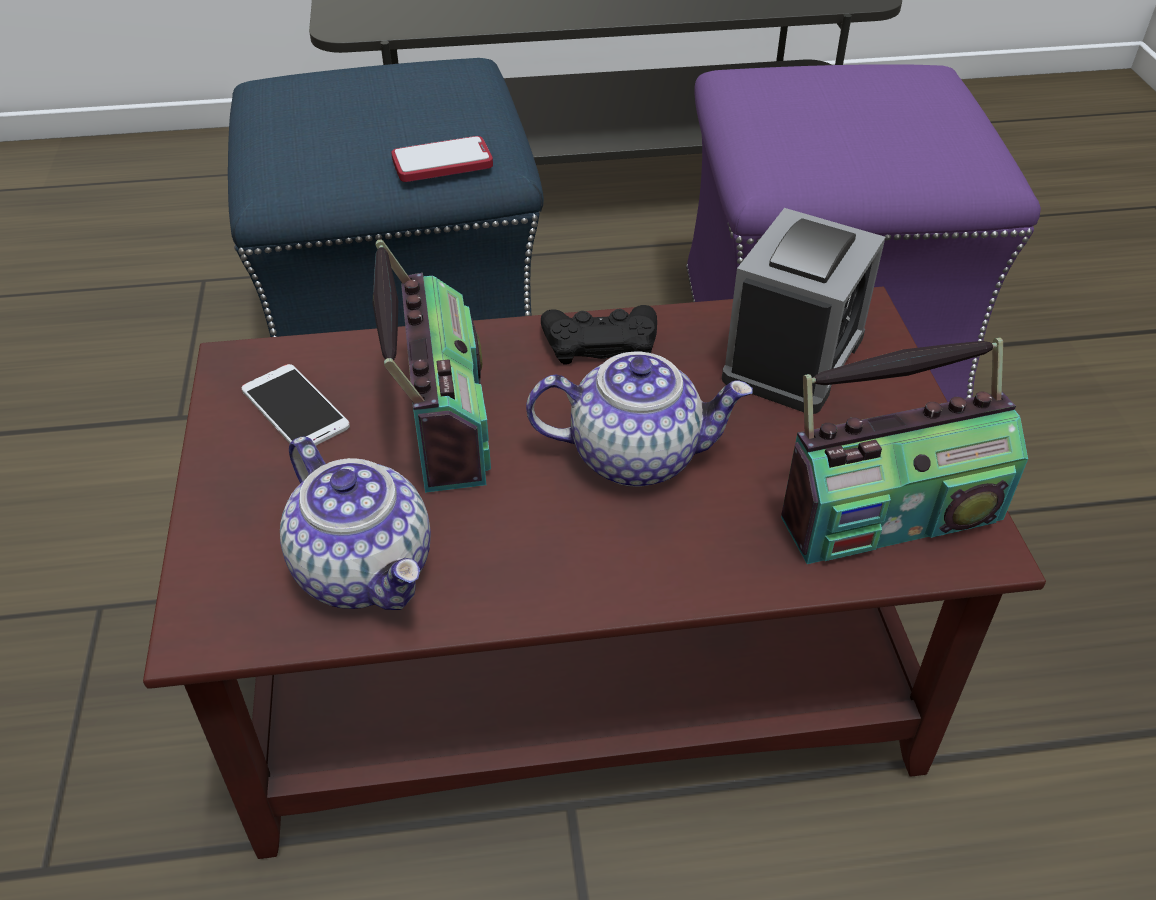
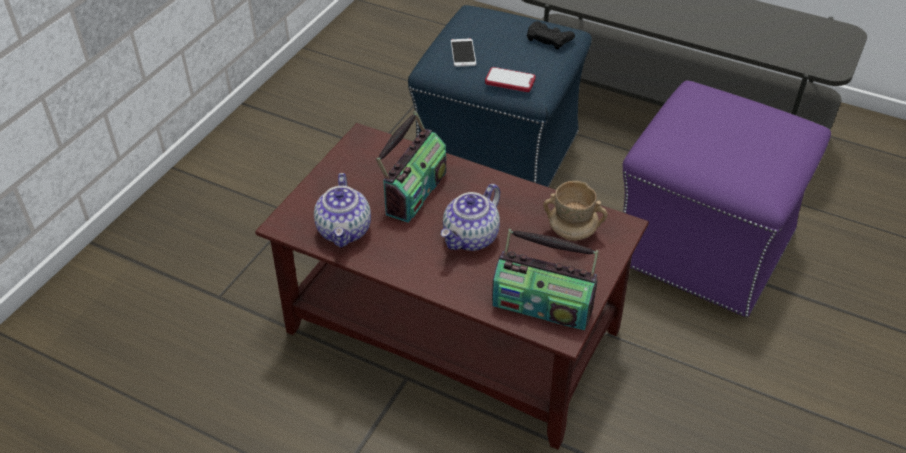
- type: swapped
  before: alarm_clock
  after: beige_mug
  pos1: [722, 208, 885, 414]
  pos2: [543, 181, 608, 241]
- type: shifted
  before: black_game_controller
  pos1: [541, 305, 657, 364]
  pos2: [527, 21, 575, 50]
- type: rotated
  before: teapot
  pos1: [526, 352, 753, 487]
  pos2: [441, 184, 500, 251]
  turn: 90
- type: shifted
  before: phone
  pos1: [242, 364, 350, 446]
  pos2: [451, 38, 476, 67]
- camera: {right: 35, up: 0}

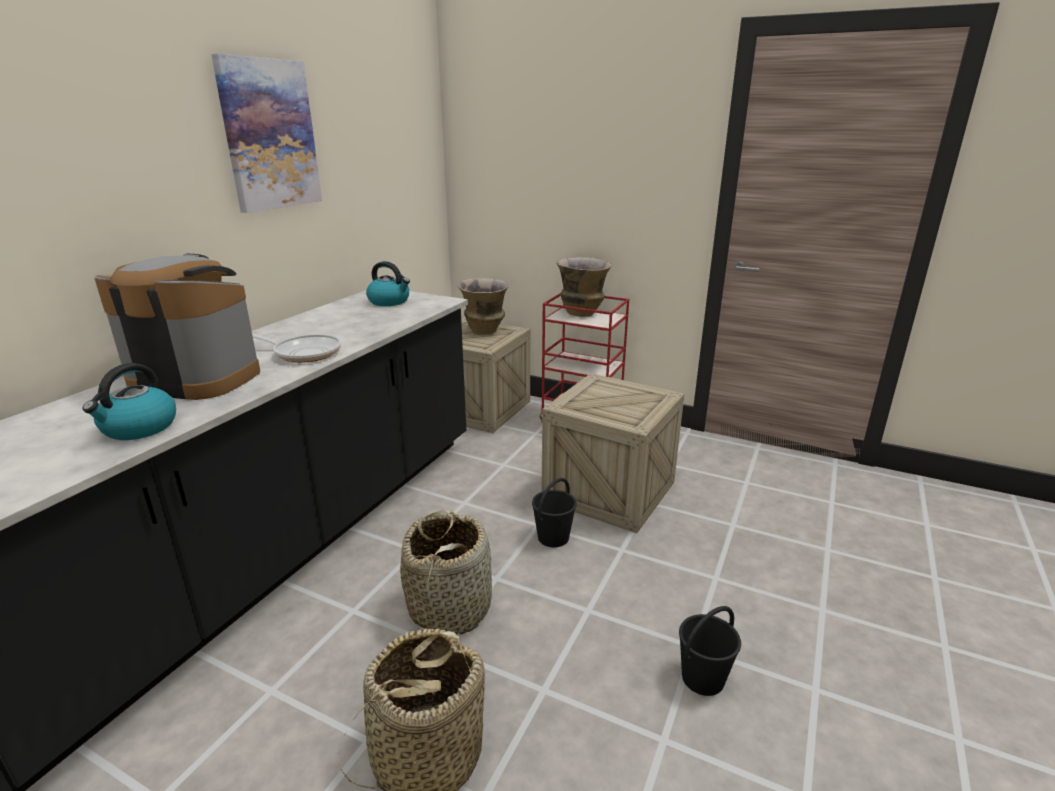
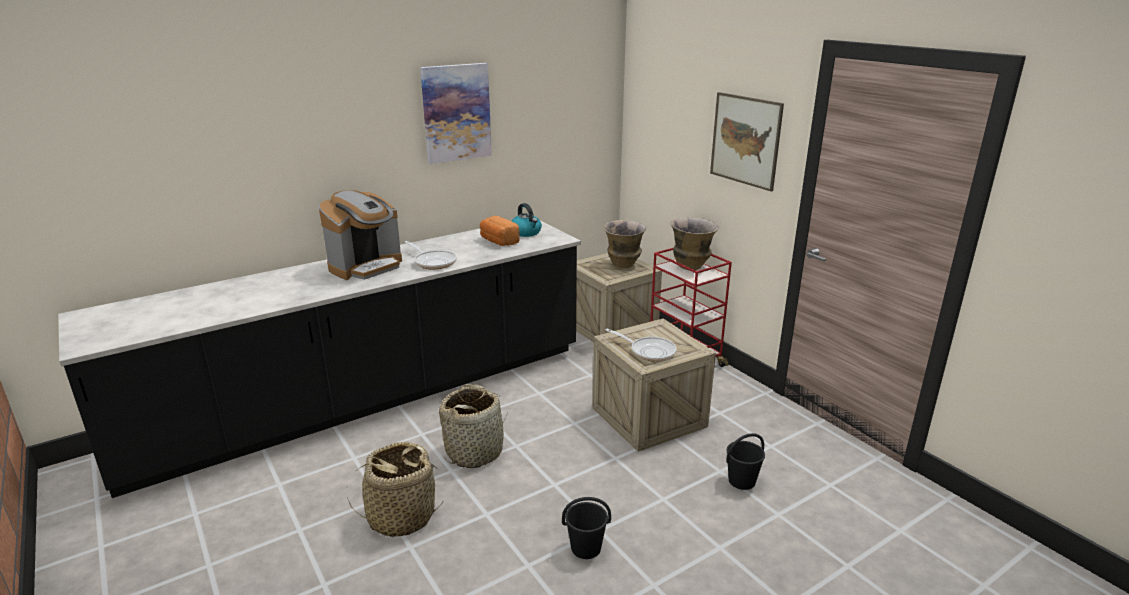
- type: rotated
  before: coffee_machine
  pos1: [94, 254, 260, 400]
  pos2: [319, 190, 402, 280]
  turn: 90
- type: gone
  before: kettle
  pos1: [83, 363, 176, 440]
- type: shifted
  before: black_bucket
  pos1: [532, 478, 577, 547]
  pos2: [726, 433, 765, 490]
- type: new
  after: picture
  pos2: [710, 92, 784, 192]
- type: new
  after: bread
  pos2: [480, 216, 520, 246]
- type: new
  after: frying_pan
  pos2: [606, 329, 677, 362]
- camera: {right: 30, up: 0}

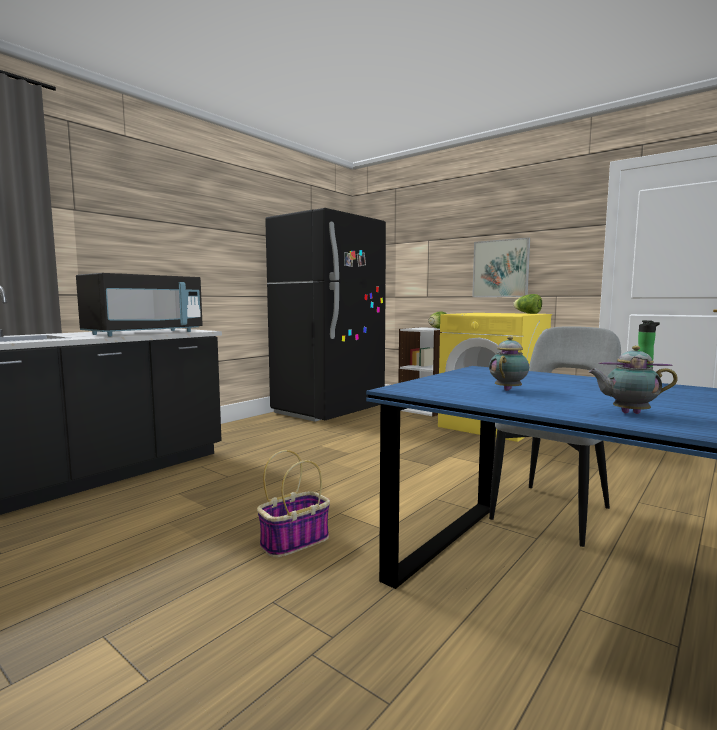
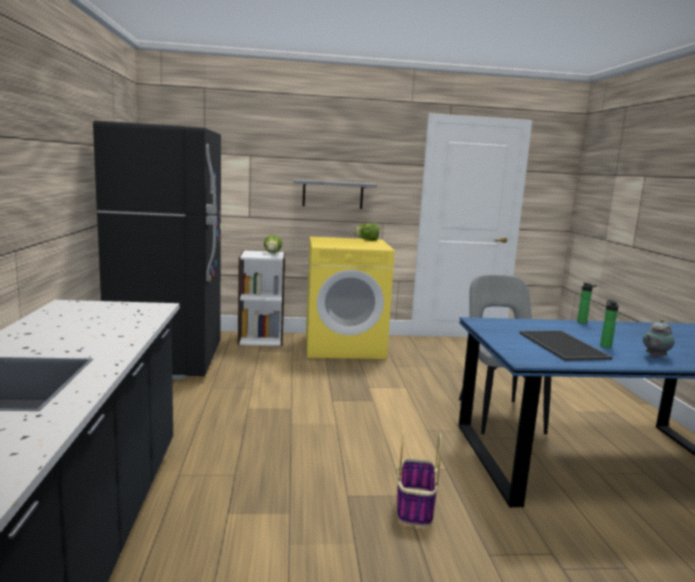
- type: swapped
  before: picture
  after: grey_shelf
  pos1: [472, 237, 530, 297]
  pos2: [293, 179, 377, 209]
- type: gone
  before: black_microwave
  pos1: [76, 273, 203, 336]
- type: swapped
  before: teapot
  after: tray
  pos1: [489, 336, 529, 391]
  pos2: [519, 331, 612, 361]
- type: new
  after: bottle
  pos2: [600, 300, 619, 348]
- camera: {right: -45, up: 5}

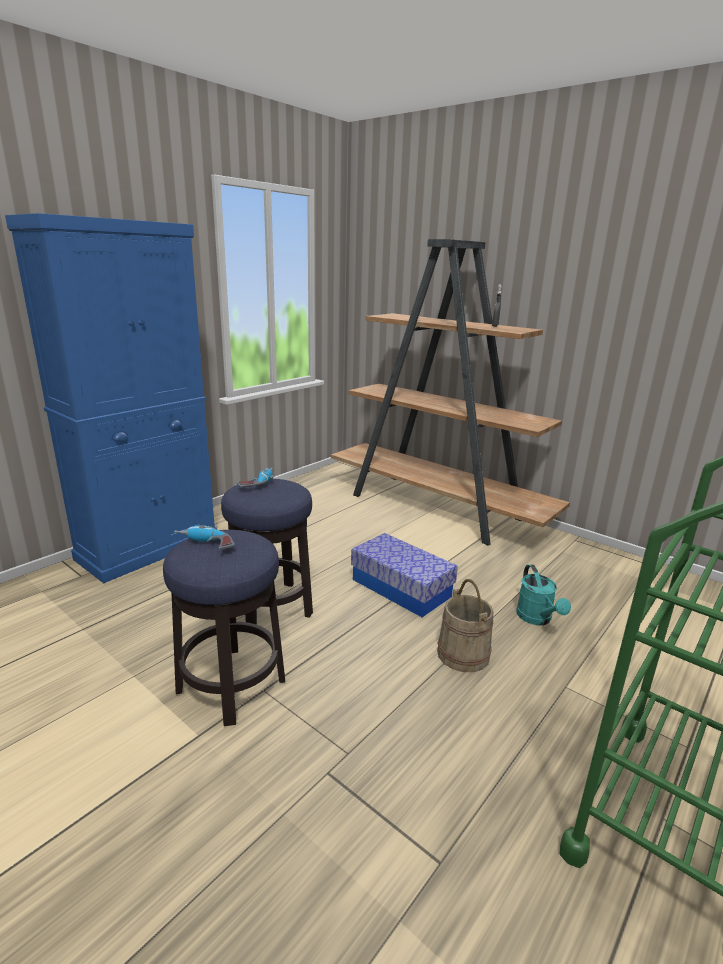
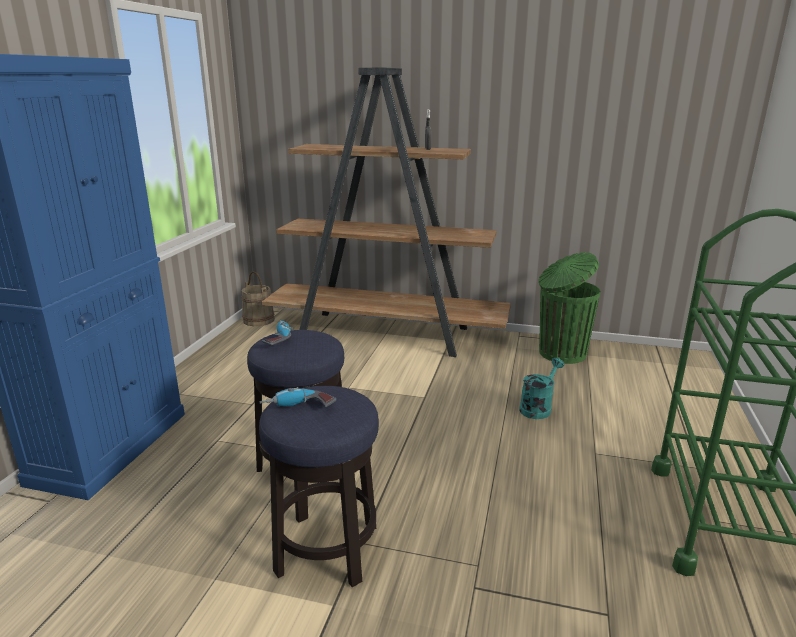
- type: gone
  before: storage_box
  pos1: [351, 533, 458, 617]
- type: rotated
  before: turquoise_watering_can
  pos1: [516, 565, 571, 625]
  pos2: [519, 358, 564, 419]
  turn: -105
- type: shifted
  before: beige_bucket
  pos1: [437, 579, 494, 672]
  pos2: [241, 271, 275, 326]
- type: new
  after: green_trash_can
  pos2: [538, 252, 601, 364]
- camera: {right: -25, up: 0}

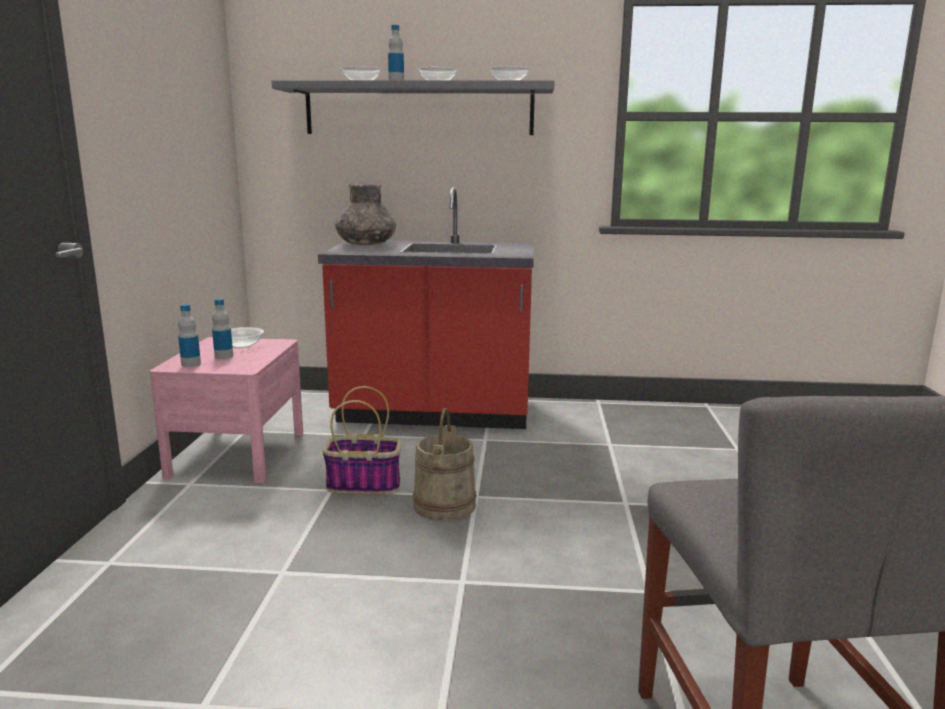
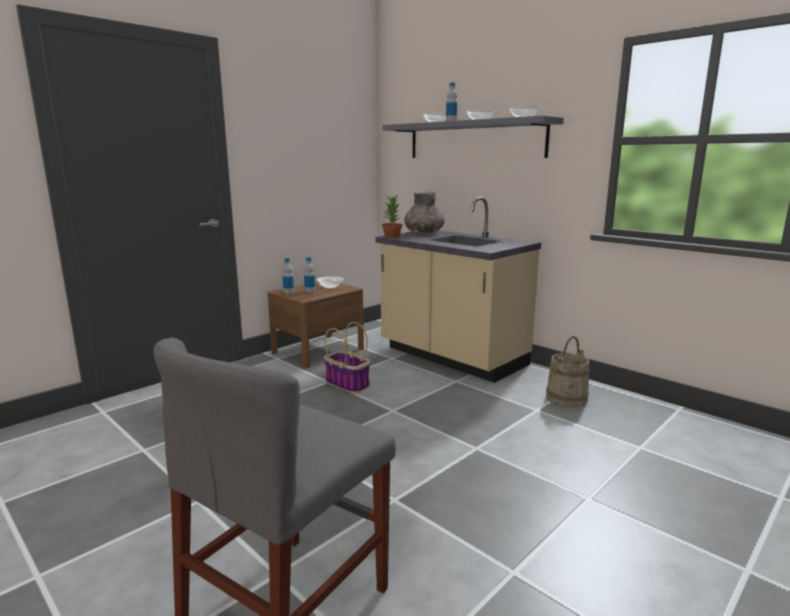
- type: repainted
  before: red_counter
  after: beige_counter
  pos1: [318, 187, 534, 429]
  pos2: [375, 197, 541, 383]
- type: repainted
  before: pink_nightstand
  after: brown_nightstand
  pos1: [150, 337, 303, 483]
  pos2: [267, 282, 364, 368]
- type: shifted
  before: beige_bucket
  pos1: [413, 408, 477, 521]
  pos2: [546, 336, 590, 407]
- type: new
  after: potted_plant
  pos2: [382, 195, 402, 238]
- camera: {right: 40, up: 0}

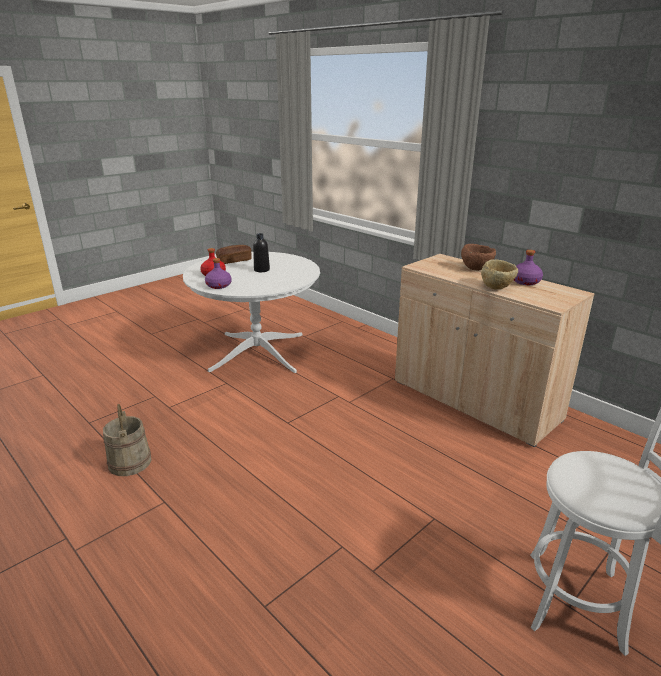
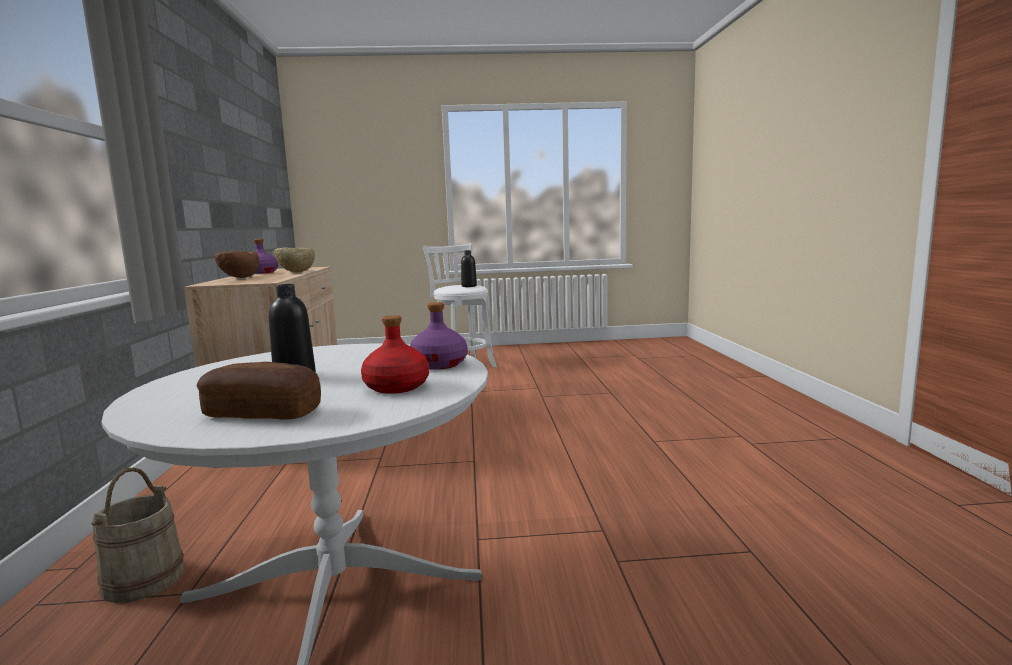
- type: shifted
  before: beige_bucket
  pos1: [103, 404, 152, 476]
  pos2: [91, 468, 185, 603]
- type: new
  after: black_bottle
  pos2: [461, 250, 477, 287]
- camera: {right: -140, up: -15}

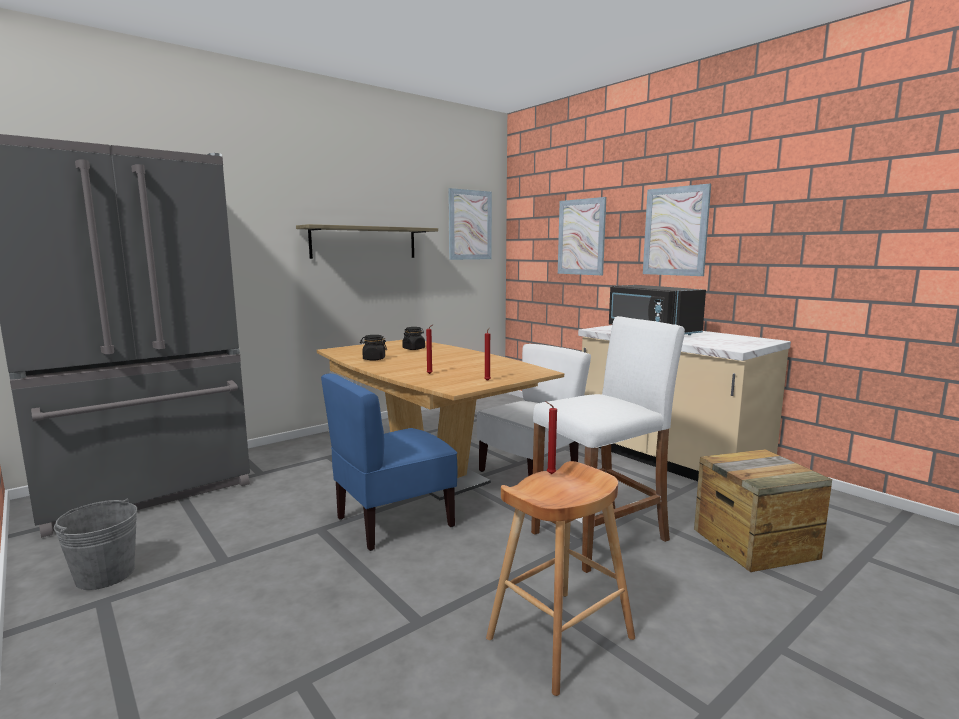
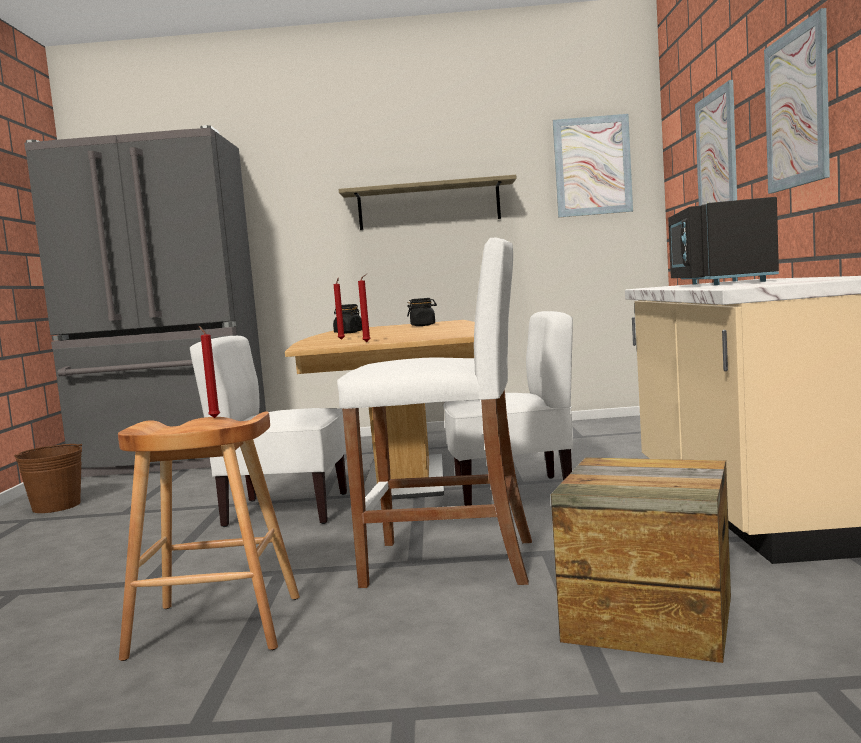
- type: repainted
  before: blue_chair
  after: white_chair
  pos1: [321, 373, 458, 551]
  pos2: [190, 336, 347, 527]
- type: repainted
  before: grey_bucket
  after: brown_bucket
  pos1: [54, 498, 137, 590]
  pos2: [14, 444, 82, 513]
- camera: {right: 40, up: -5}

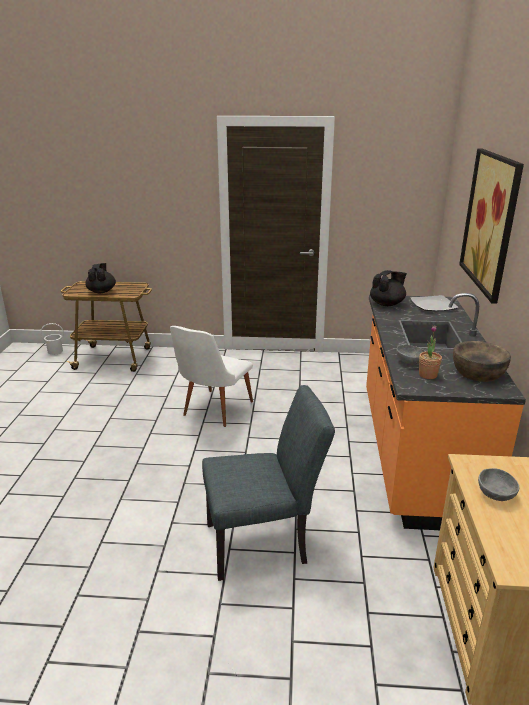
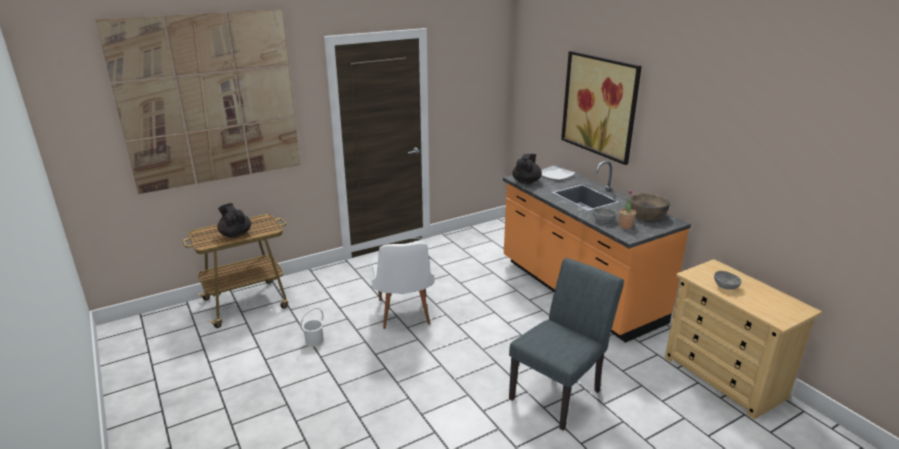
- type: shifted
  before: white_bucket
  pos1: [40, 323, 64, 355]
  pos2: [300, 308, 324, 347]
- type: new
  after: picture
  pos2: [96, 9, 300, 194]
- camera: {right: -35, up: 0}

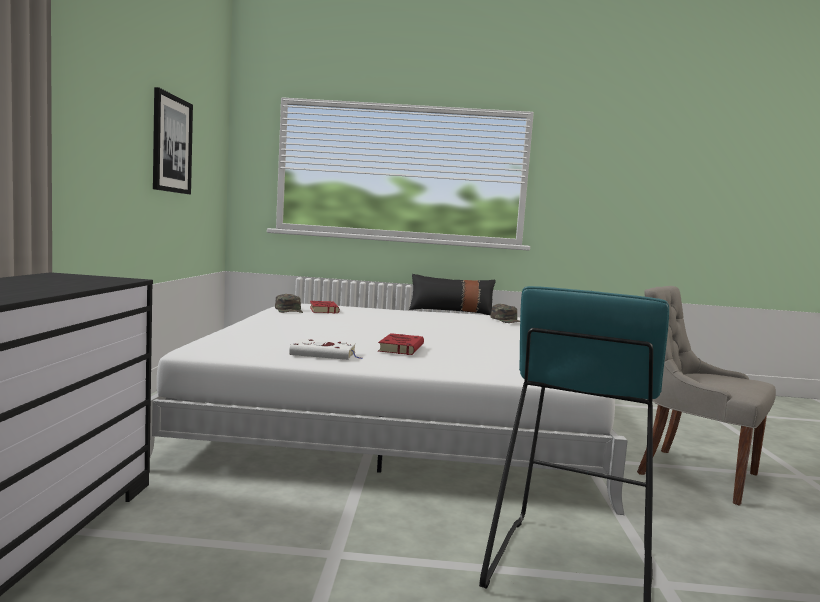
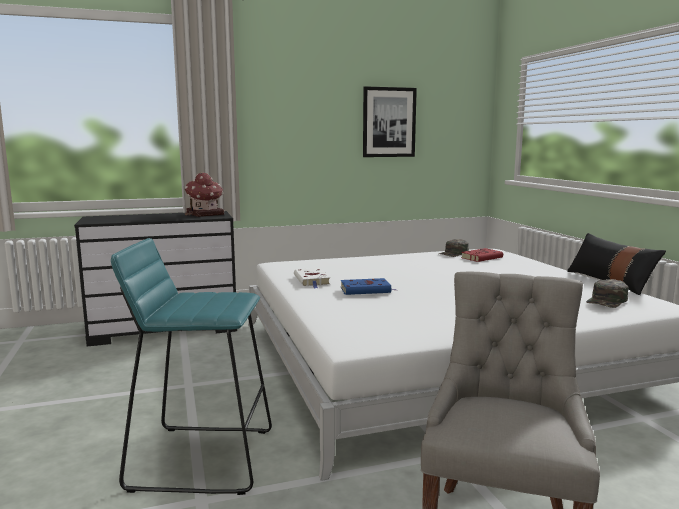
- type: repainted
  before: red_book
  after: blue_book
  pos1: [378, 333, 424, 355]
  pos2: [341, 278, 397, 295]
- type: new
  after: toy_house
  pos2: [185, 172, 224, 217]
- camera: {right: 70, up: 5}

